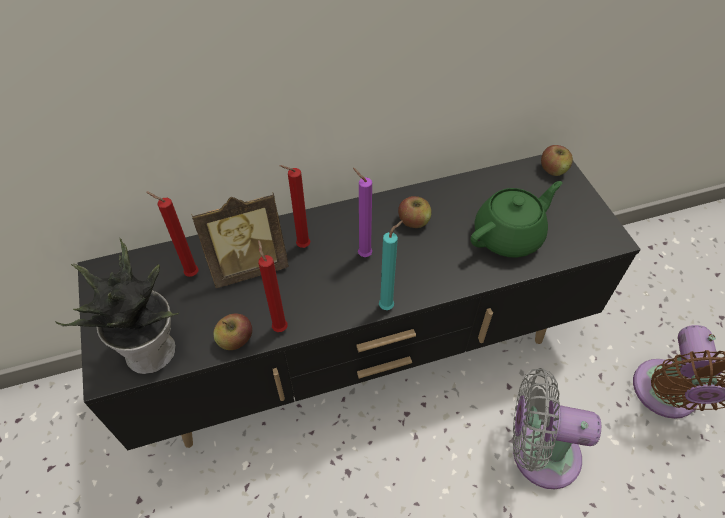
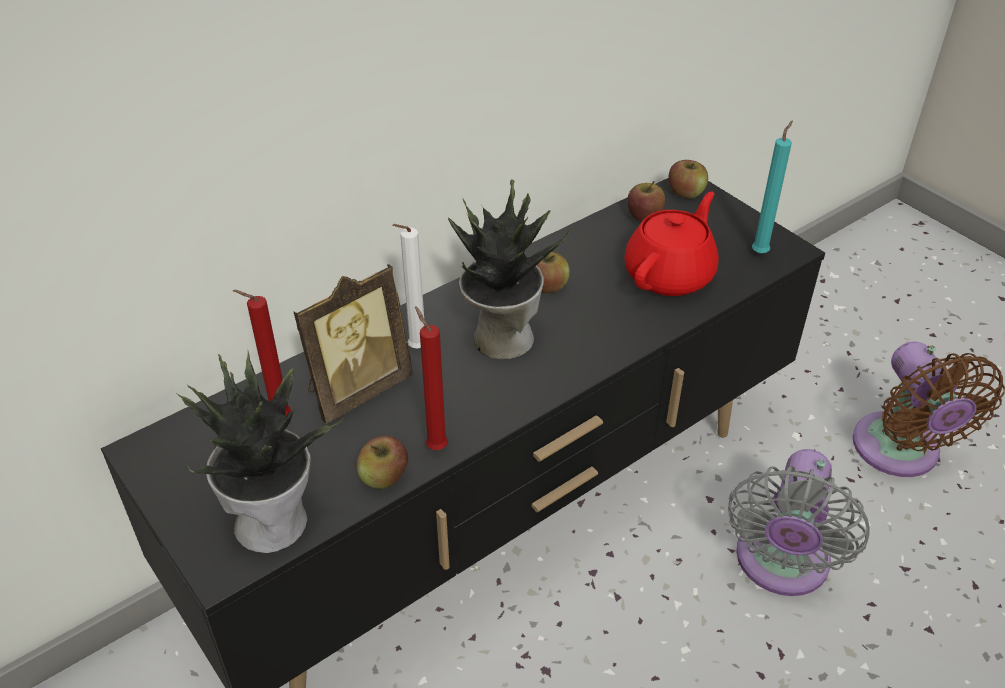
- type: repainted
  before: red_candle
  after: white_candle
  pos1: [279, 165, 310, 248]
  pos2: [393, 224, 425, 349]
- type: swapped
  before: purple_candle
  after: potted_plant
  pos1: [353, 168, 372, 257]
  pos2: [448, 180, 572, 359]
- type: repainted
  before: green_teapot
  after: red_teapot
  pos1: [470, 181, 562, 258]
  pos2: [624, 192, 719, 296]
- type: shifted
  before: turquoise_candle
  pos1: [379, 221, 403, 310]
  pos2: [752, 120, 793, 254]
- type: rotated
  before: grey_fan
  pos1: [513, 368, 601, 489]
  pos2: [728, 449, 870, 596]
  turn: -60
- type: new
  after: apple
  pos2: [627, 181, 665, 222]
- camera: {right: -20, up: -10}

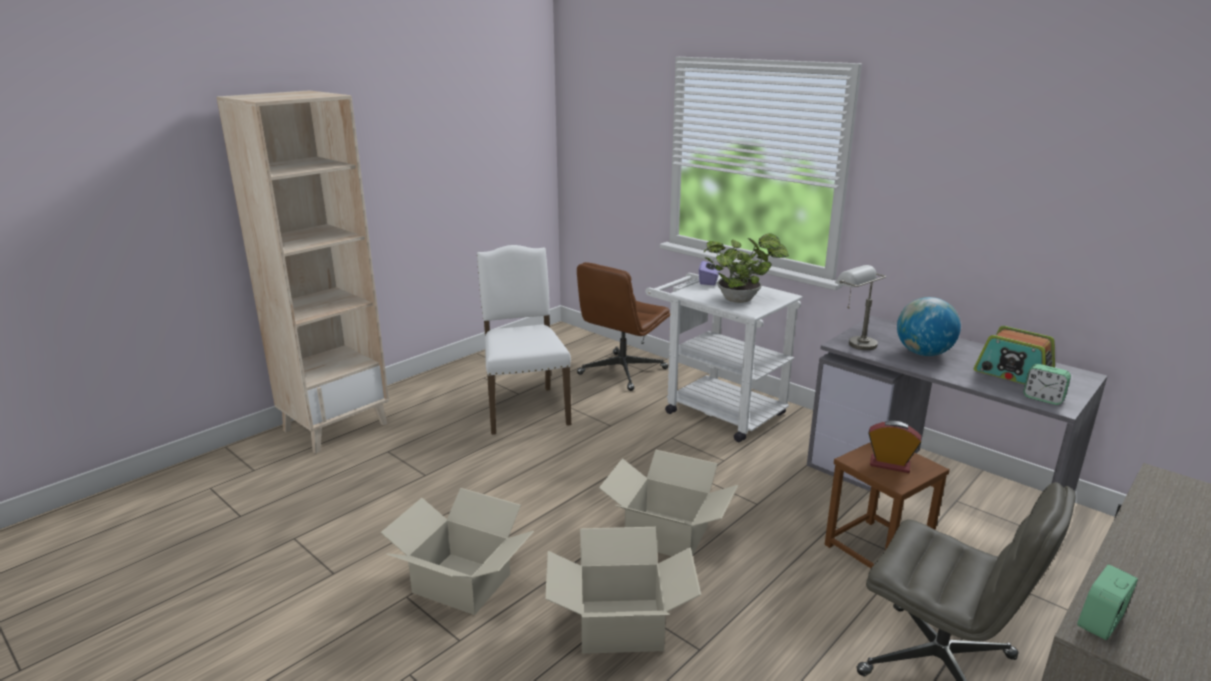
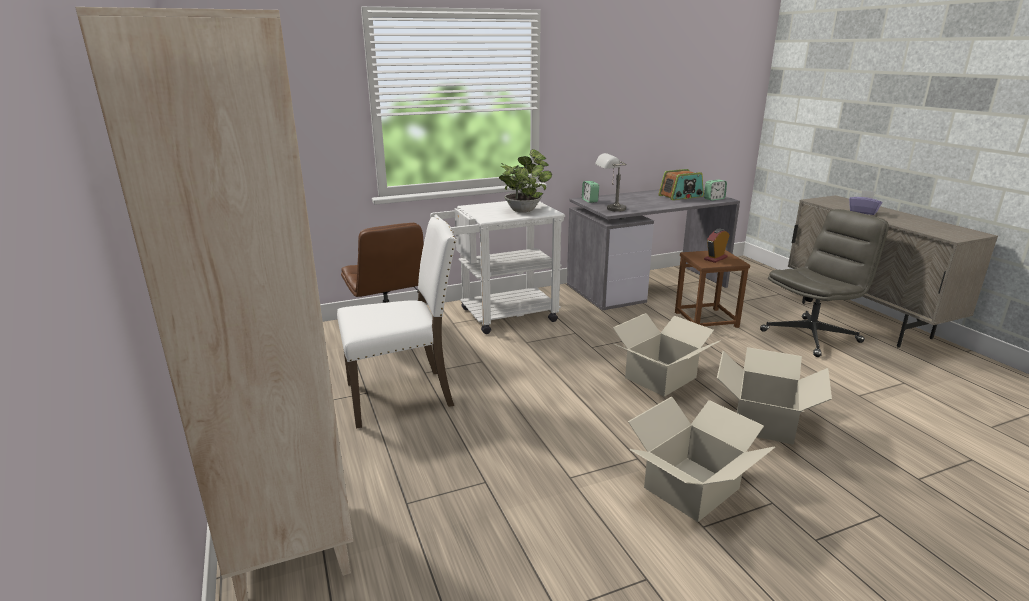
- type: rotated
  before: white_chair
  pos1: [477, 245, 571, 435]
  pos2: [337, 217, 457, 429]
  turn: 150
- type: shifted
  before: purple_tissue_box
  pos1: [699, 259, 720, 285]
  pos2: [849, 190, 882, 215]
- type: gone
  before: globe
  pos1: [897, 297, 961, 356]
- type: shifted
  before: alarm_clock
  pos1: [1077, 564, 1138, 640]
  pos2: [582, 181, 599, 203]
- camera: {right: -65, up: 0}

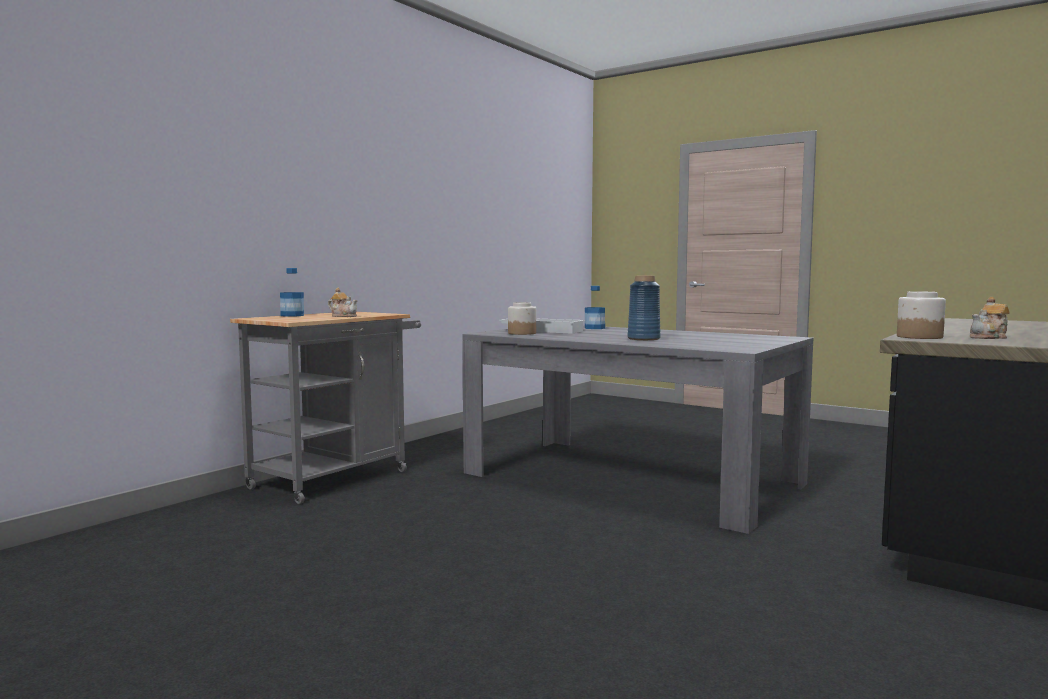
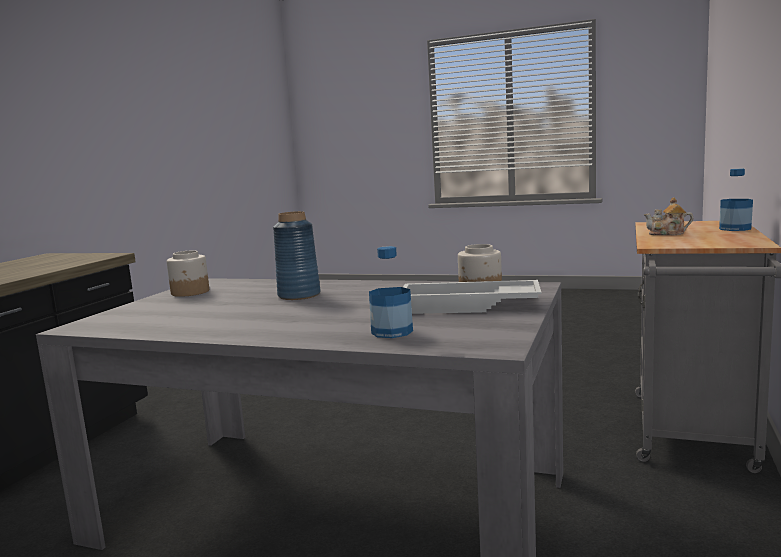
- type: shifted
  before: jar
  pos1: [897, 291, 946, 339]
  pos2: [167, 250, 209, 297]
- type: gone
  before: teapot
  pos1: [970, 297, 1010, 339]
- camera: {right: 165, up: 5}

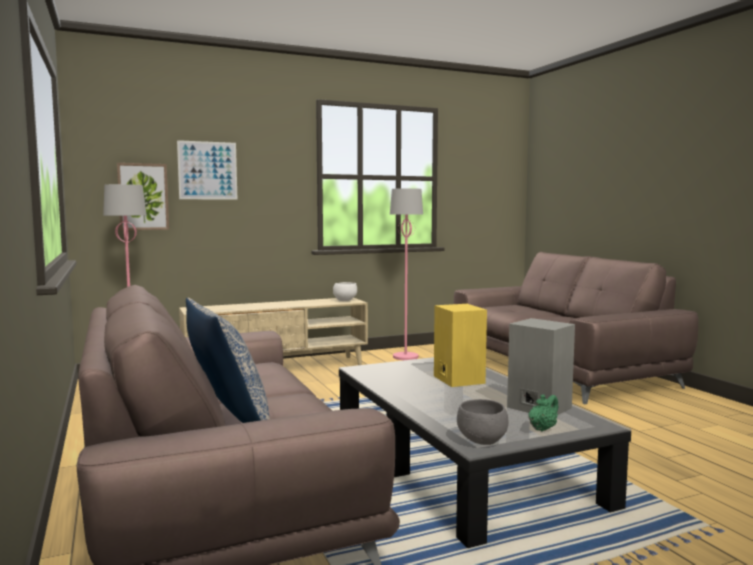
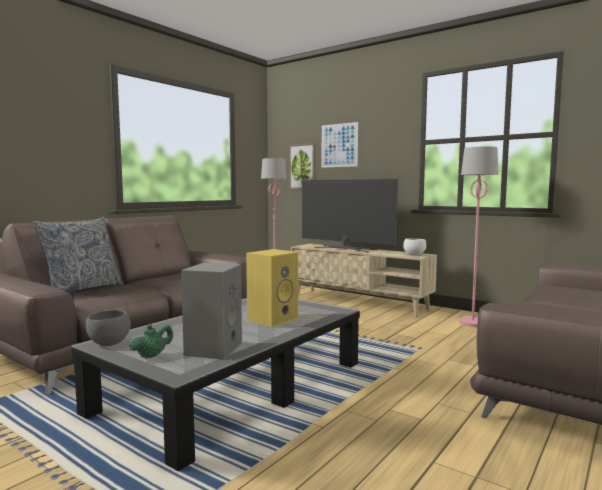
- type: rotated
  before: green_teapot
  pos1: [528, 394, 558, 432]
  pos2: [129, 324, 173, 359]
  turn: -60
- type: new
  after: television
  pos2: [302, 178, 398, 252]
- camera: {right: 60, up: 0}

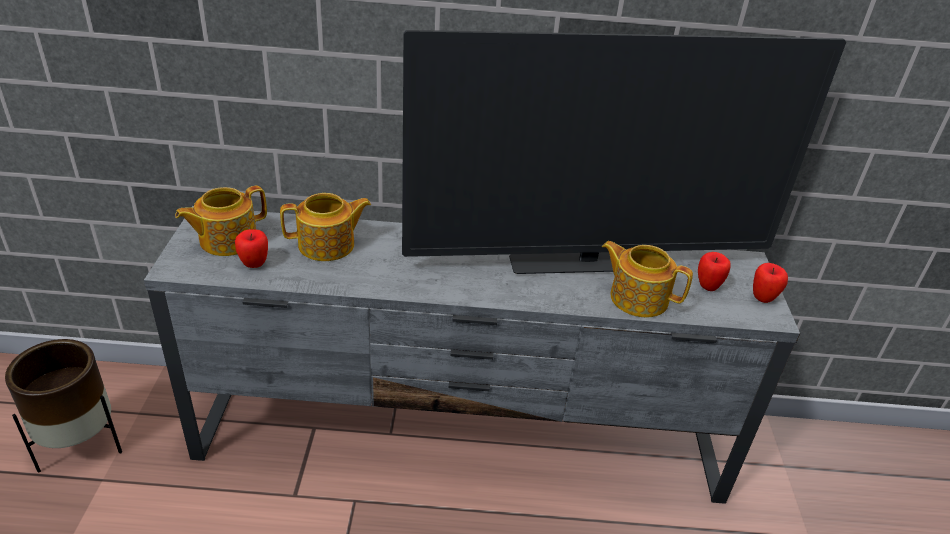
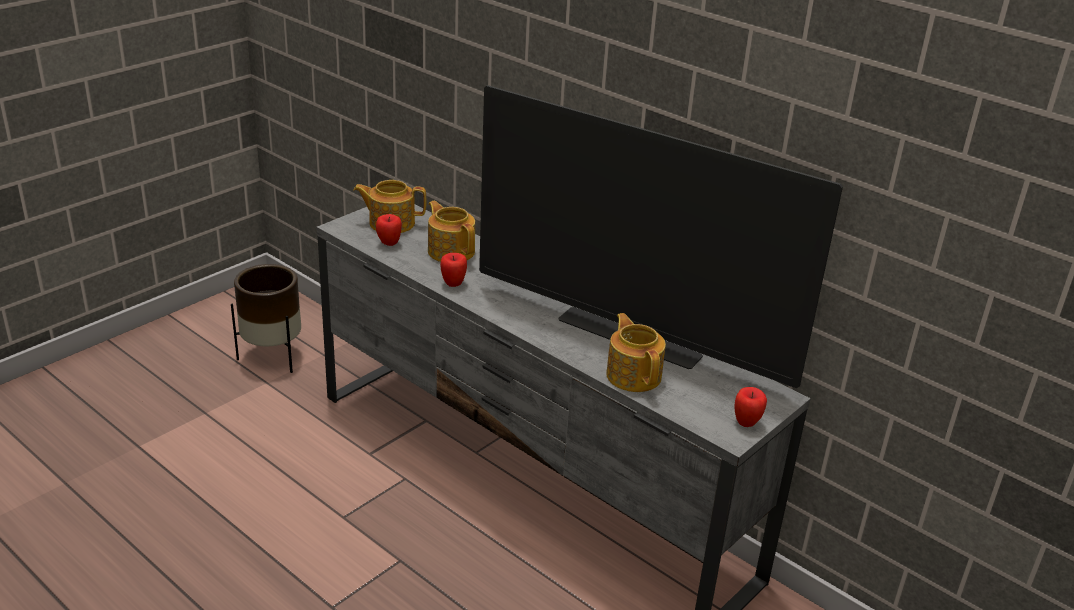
- type: rotated
  before: teapot
  pos1: [280, 193, 371, 261]
  pos2: [428, 201, 475, 262]
  turn: -150
- type: shifted
  before: apple
  pos1: [698, 252, 731, 291]
  pos2: [440, 253, 467, 287]
- camera: {right: 40, up: -5}

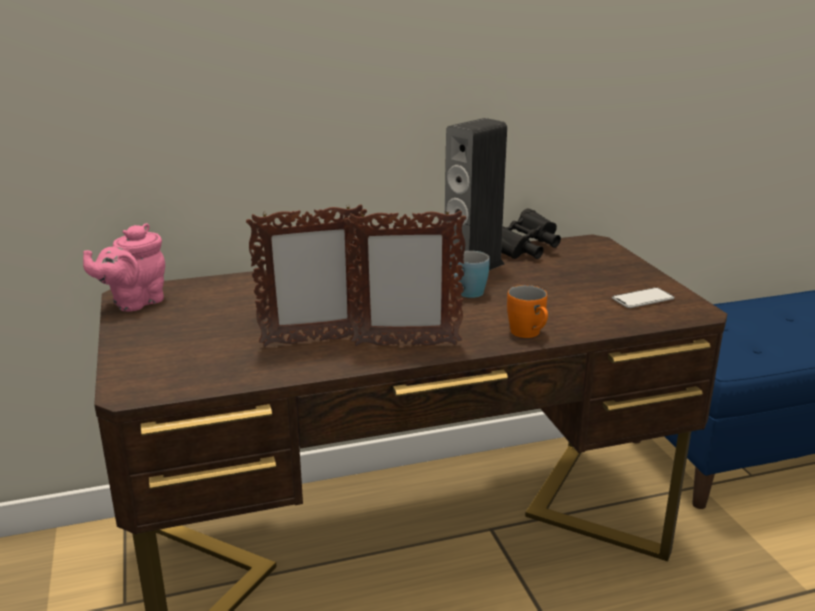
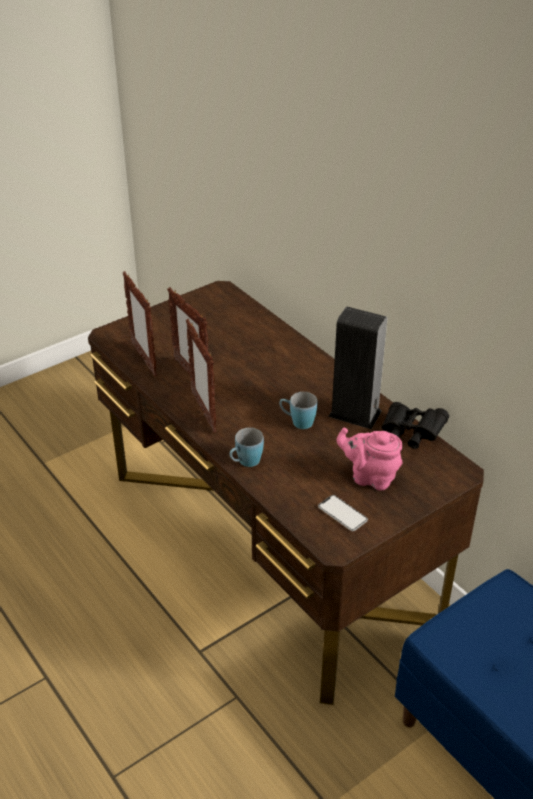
- type: shifted
  before: pink_teapot
  pos1: [83, 223, 165, 312]
  pos2: [337, 427, 403, 491]
- type: repainted
  before: orange_mug
  after: blue_mug
  pos1: [507, 285, 548, 338]
  pos2: [229, 428, 264, 467]
- type: new
  after: picture_frame
  pos2: [123, 271, 157, 377]
- camera: {right: 70, up: 15}

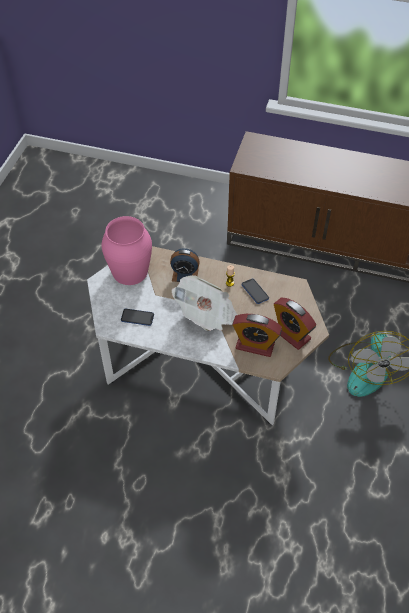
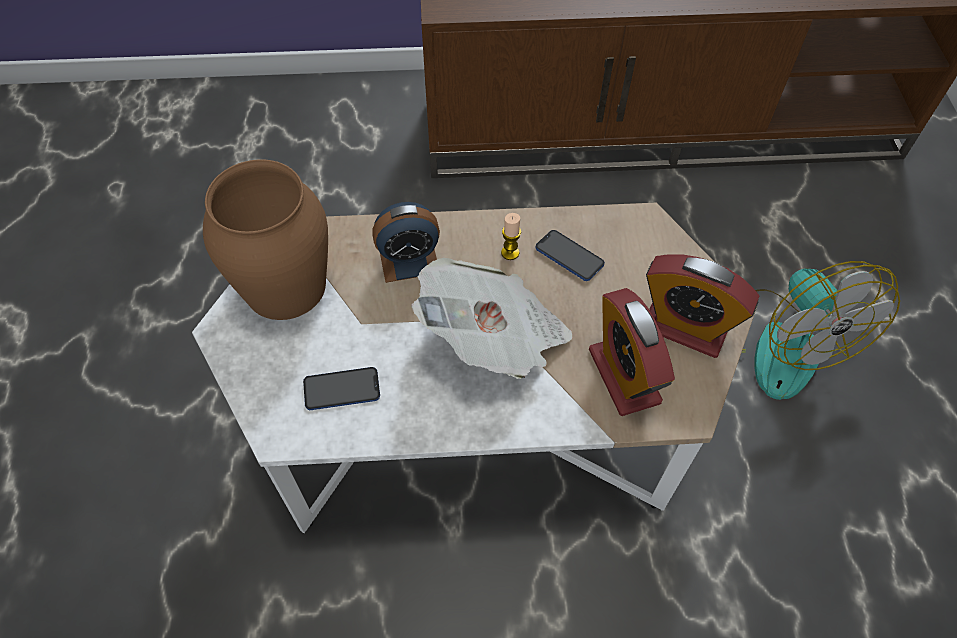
- type: repainted
  before: pink_vase
  after: brown_vase
  pos1: [102, 216, 152, 285]
  pos2: [203, 159, 328, 320]
- type: rotated
  before: alarm_clock
  pos1: [232, 314, 282, 357]
  pos2: [589, 288, 675, 416]
  turn: 75
- camera: {right: -20, up: 5}

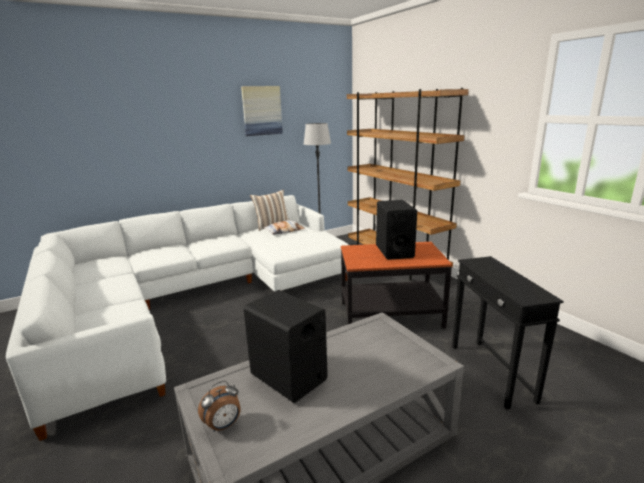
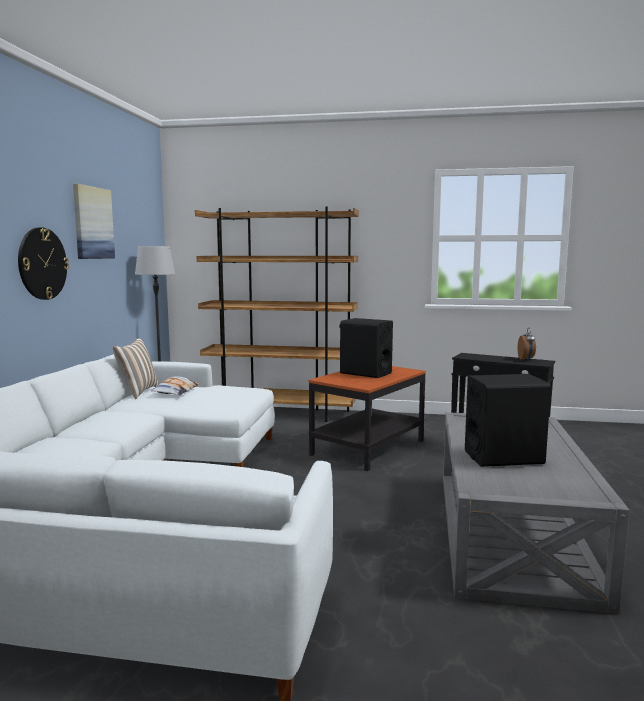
- type: shifted
  before: alarm_clock
  pos1: [198, 381, 241, 432]
  pos2: [518, 329, 536, 360]
- type: new
  after: wall_clock
  pos2: [18, 227, 69, 300]
- camera: {right: -50, up: -10}

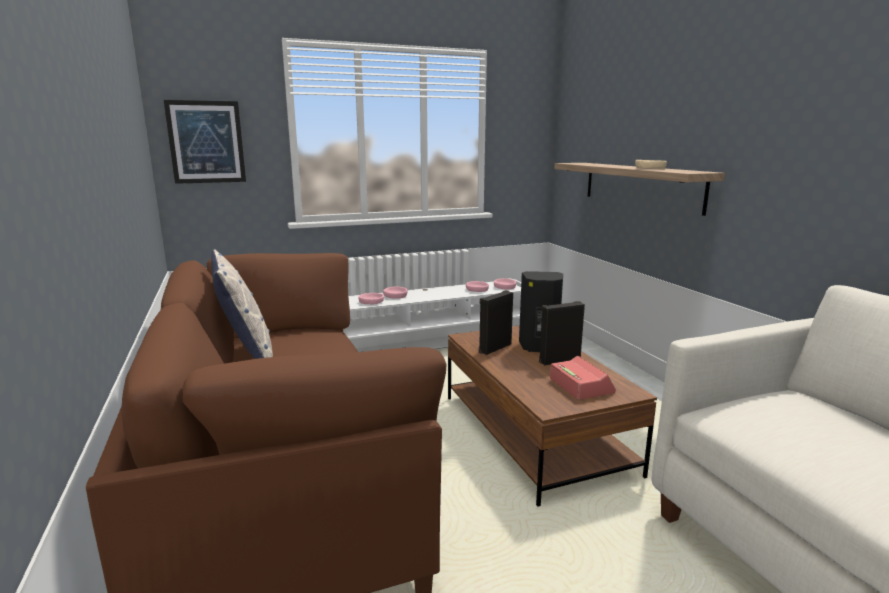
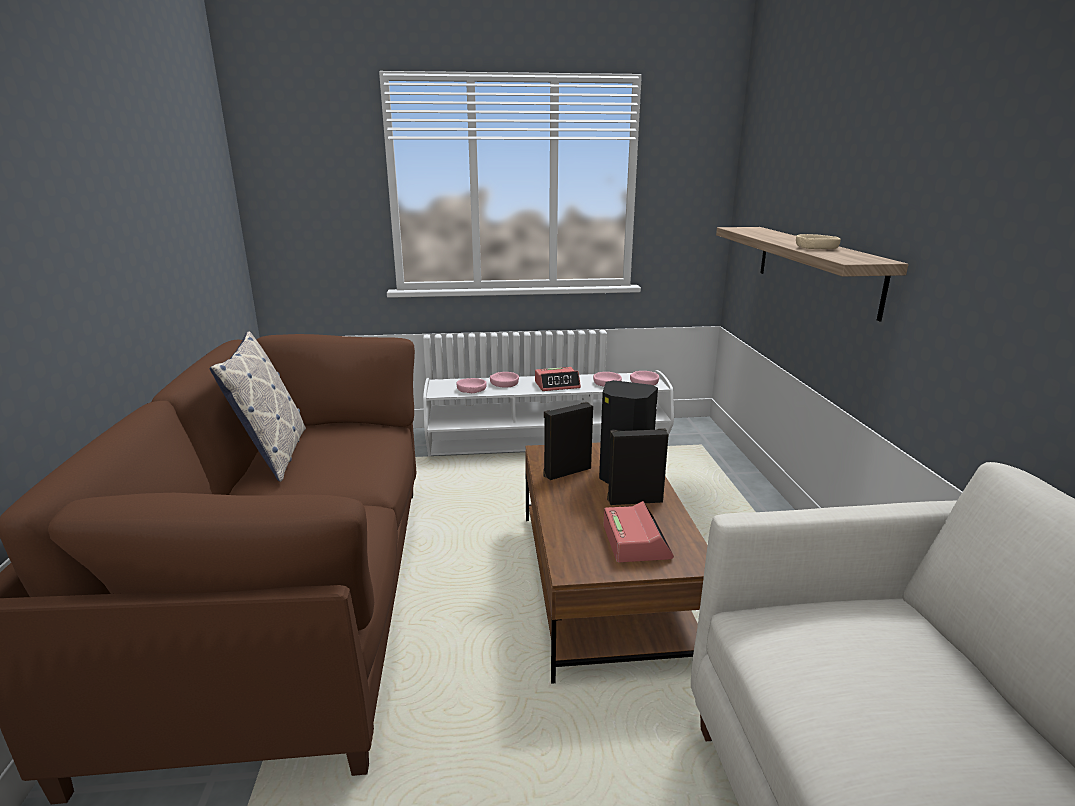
- type: gone
  before: picture
  pos1: [164, 100, 246, 184]
- type: new
  after: alarm_clock
  pos2: [535, 367, 581, 391]
- camera: {right: 15, up: 5}

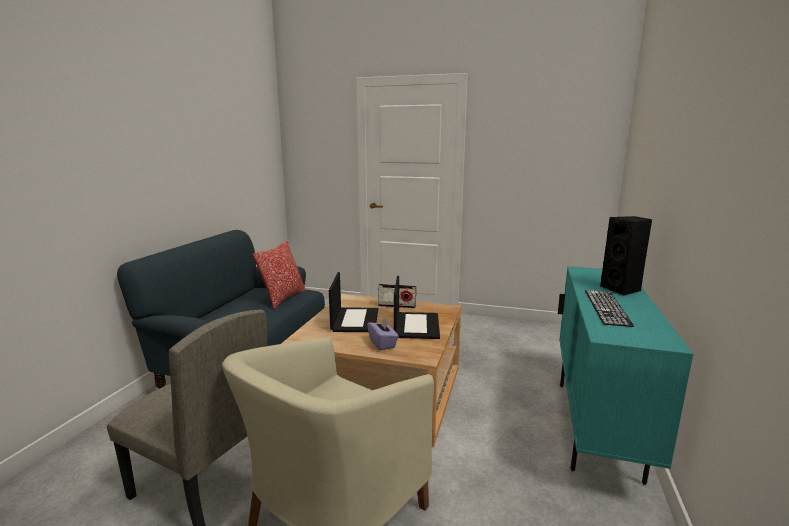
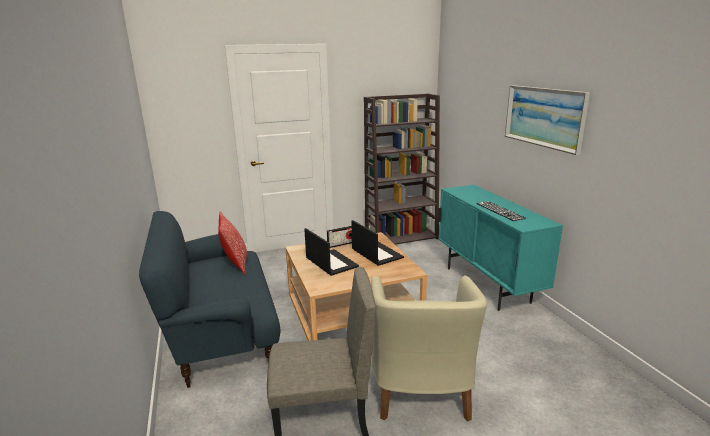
- type: gone
  before: black_speaker
  pos1: [600, 216, 652, 296]
- type: gone
  before: purple_tissue_box
  pos1: [367, 317, 398, 350]
- type: new
  after: picture
  pos2: [505, 85, 590, 155]
- type: new
  after: brown_bookcase
  pos2: [364, 94, 440, 245]
- camera: {right: -35, up: 5}

